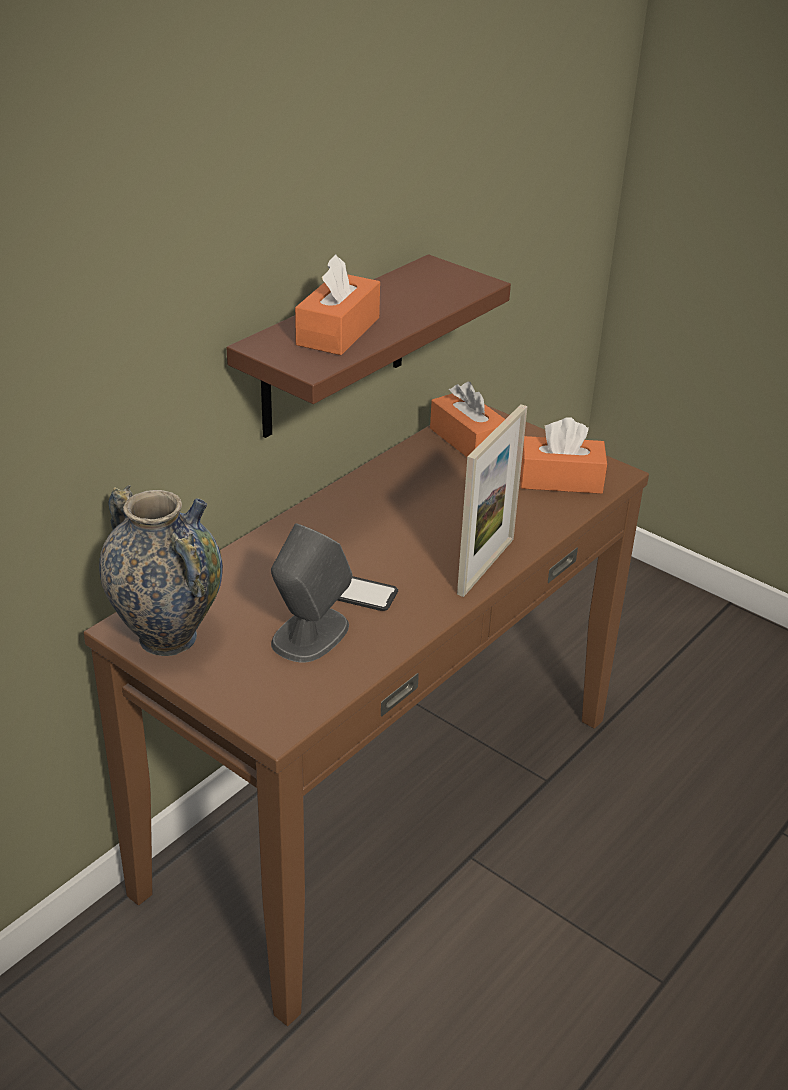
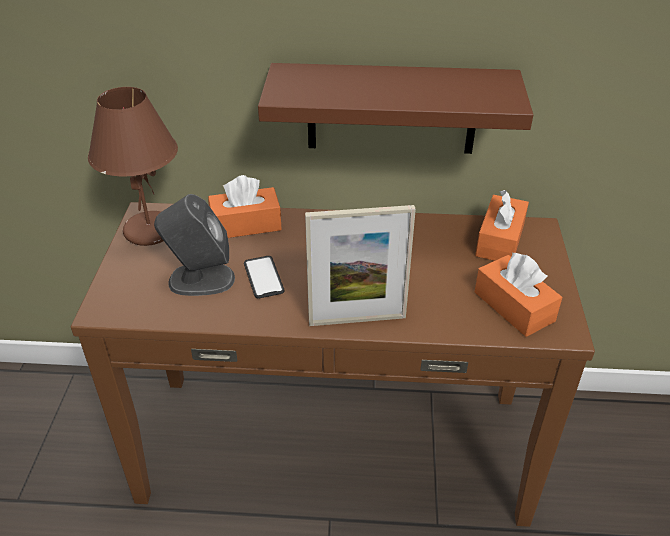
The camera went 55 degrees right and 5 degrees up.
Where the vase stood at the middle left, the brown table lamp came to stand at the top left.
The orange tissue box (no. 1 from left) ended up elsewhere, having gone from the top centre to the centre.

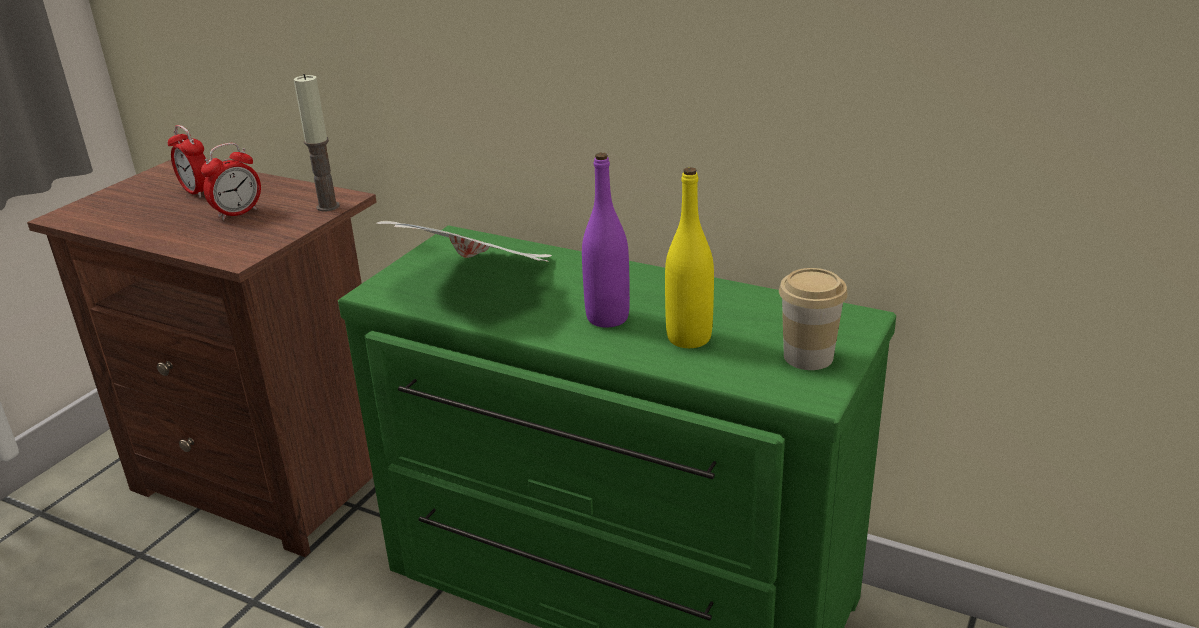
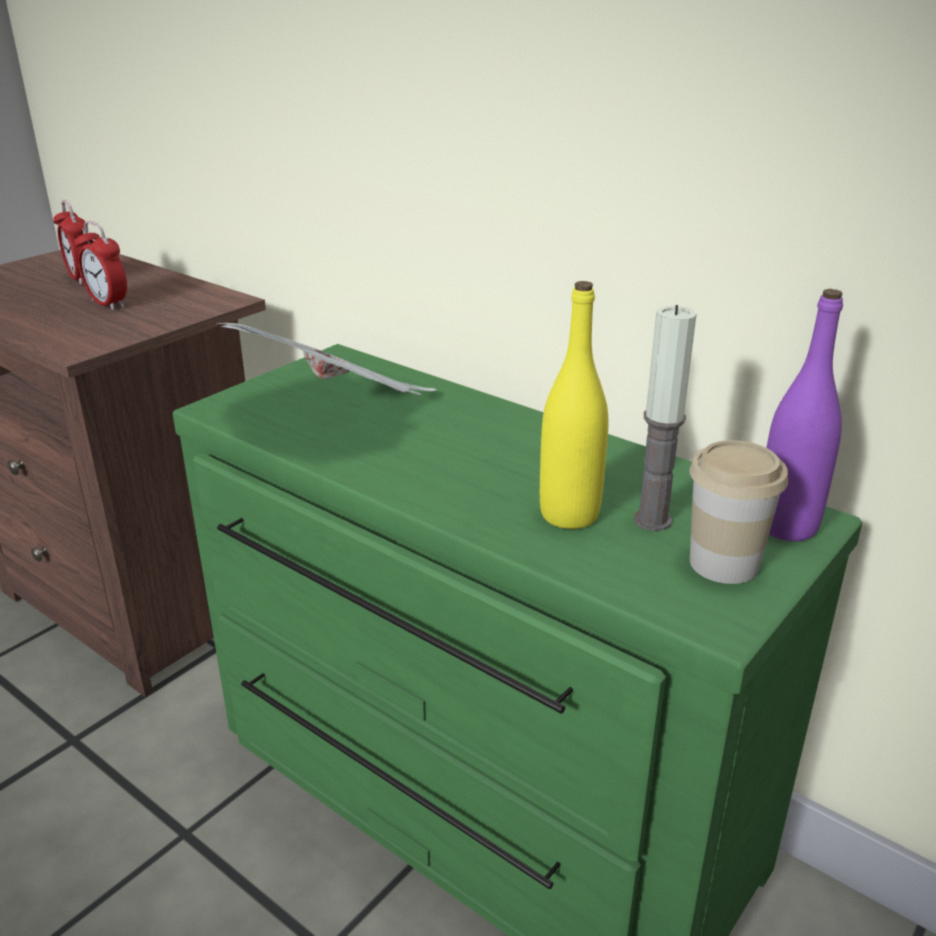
The camera went 10 degrees right and 0 degrees up.
The alarm clock (no. 2 from left) at the top left ended up facing another way, 75 degrees clockwise from before.
The candle ended up elsewhere, having gone from the top left to the middle right.
The purple bottle ended up elsewhere, having gone from the centre to the middle right.

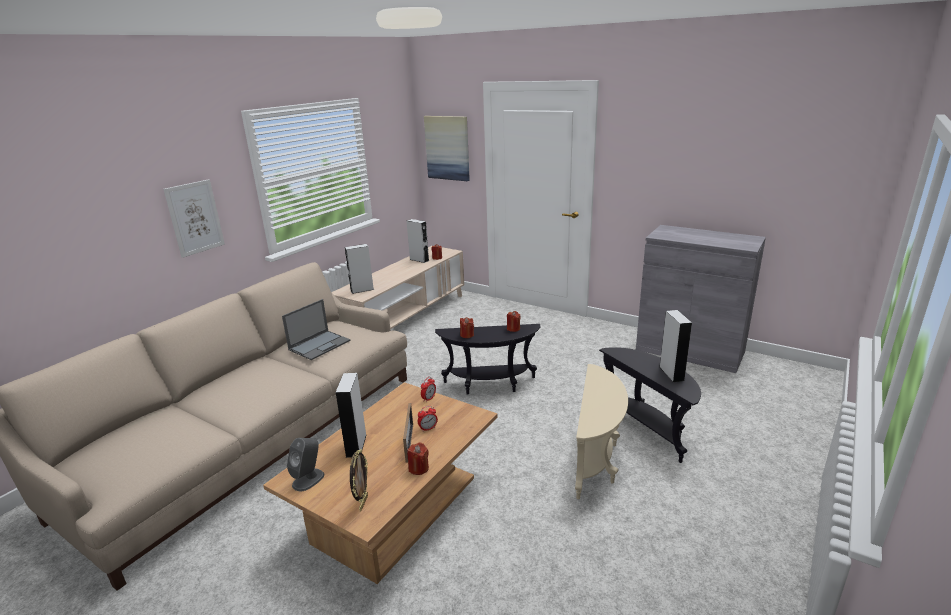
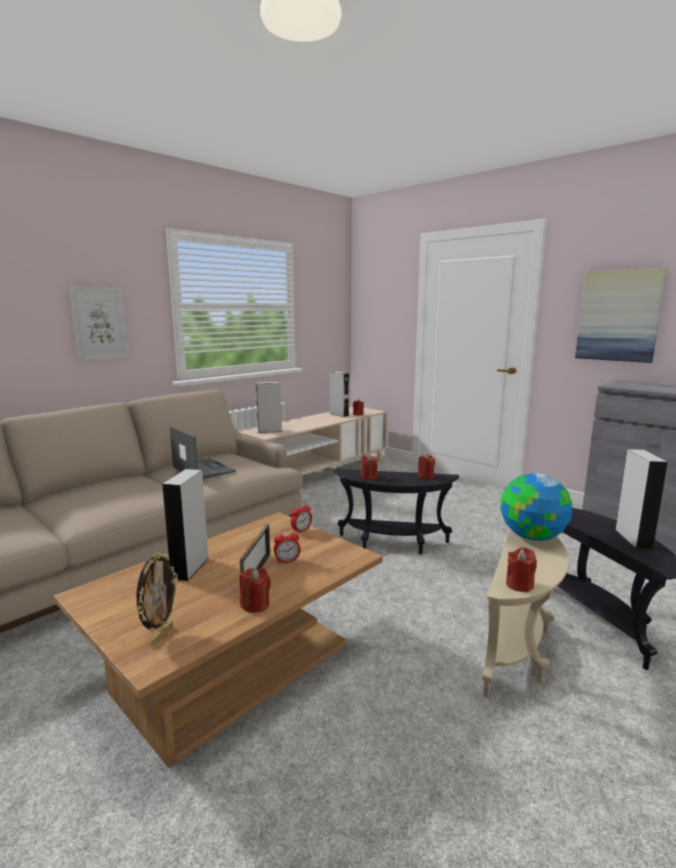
The camera went 10 degrees right and 10 degrees down.
The laptop at the middle left ended up facing another way, 90 degrees counterclockwise from before.
The second view gained the globe at the middle right.
The second view gained the red candle (no. 5 from left) at the middle right.
The picture (no. 2 from left) ended up elsewhere, having gone from the top centre to the middle right.
The second view lost the grey speaker (no. 1 from left) at the bottom left.

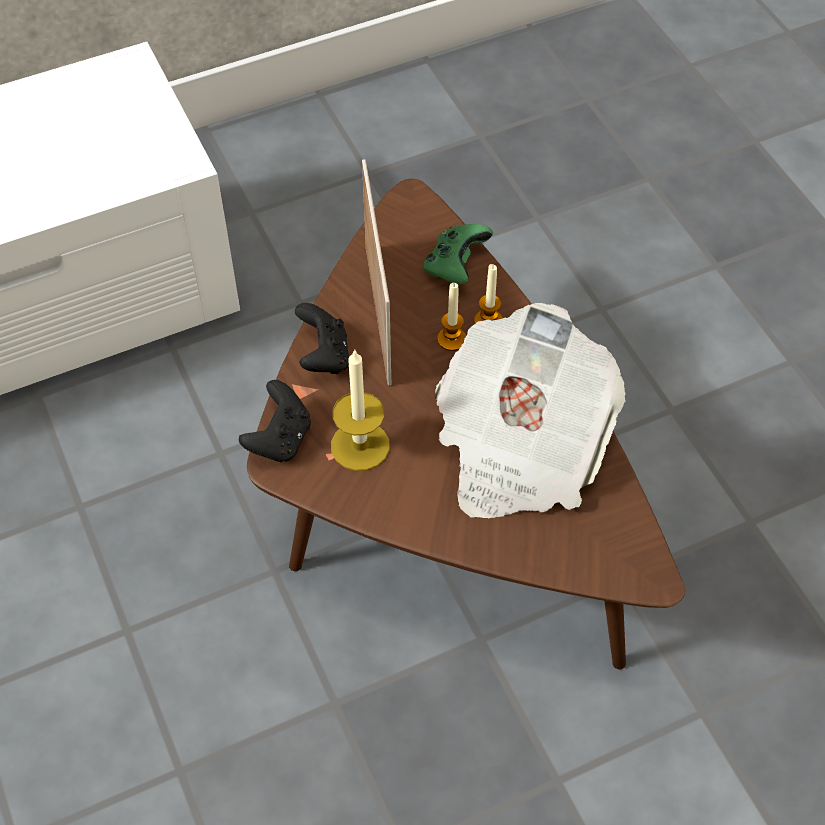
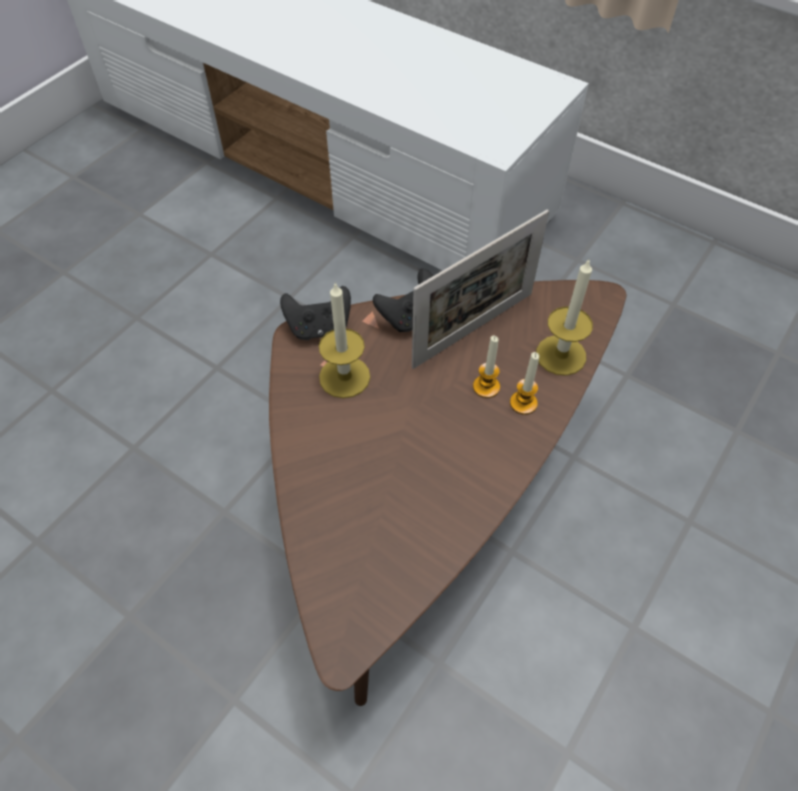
The camera went 60 degrees right and 0 degrees up.
Where the green game controller stood at the top centre, the candle (no. 4 from left) came to stand at the middle right.
The second view lost the newspaper at the centre.

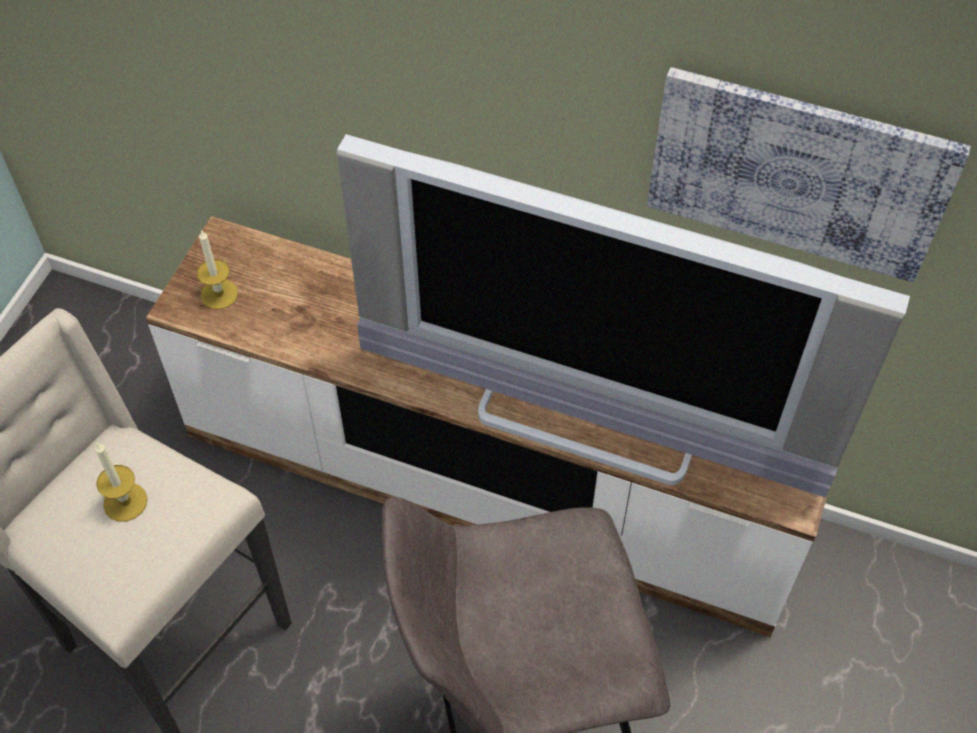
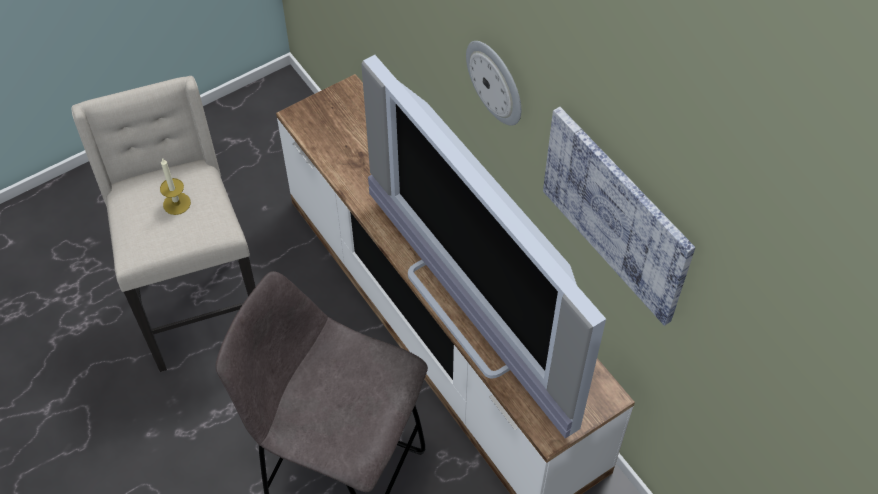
The camera went 35 degrees right and 0 degrees up.
The second view gained the wall clock at the top centre.
The second view lost the candle (no. 2 from left) at the middle left.

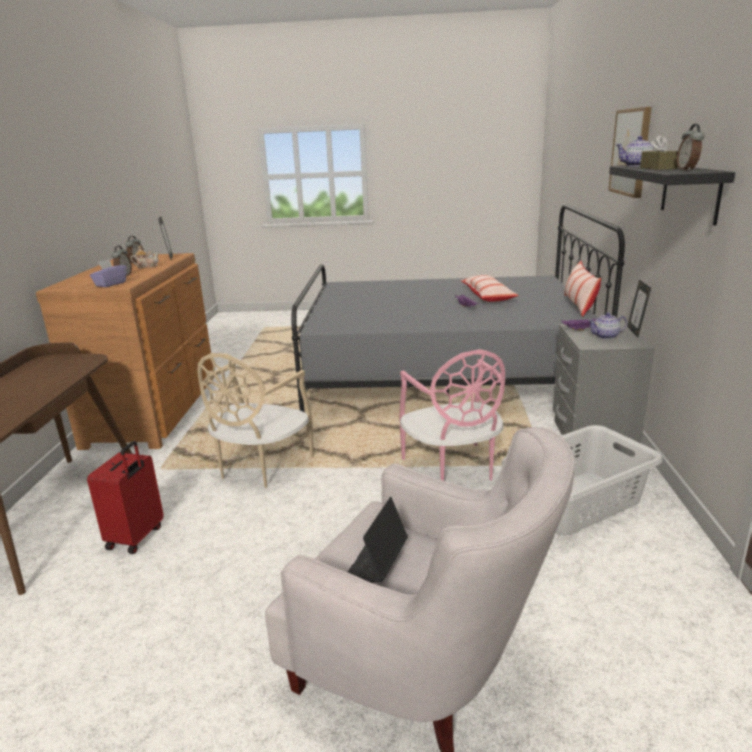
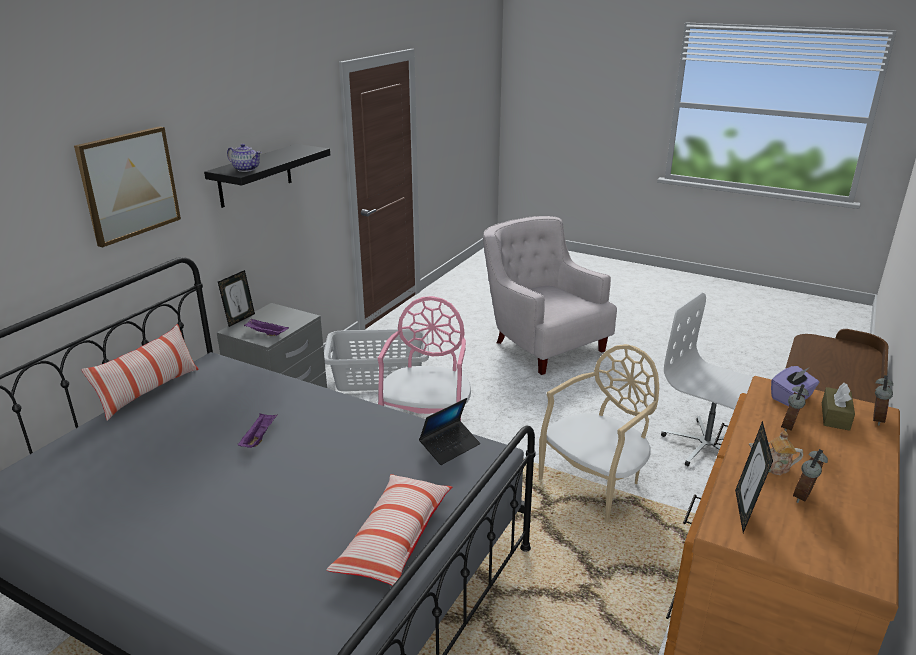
The camera went 155 degrees left and 5 degrees up.
The pillow (no. 1 from left in the first image) ended up elsewhere, having gone from the centre to the bottom centre.
The laptop ended up elsewhere, having gone from the bottom centre to the centre.
Where the red suitcase stood at the middle left, the white office chair came to stand at the middle right.
The brown tissue box ended up elsewhere, having gone from the top right to the middle right.
The alarm clock (no. 3 from left) ended up elsewhere, having gone from the top right to the middle right.
The second view lost the teapot (no. 2 from left) at the middle right.

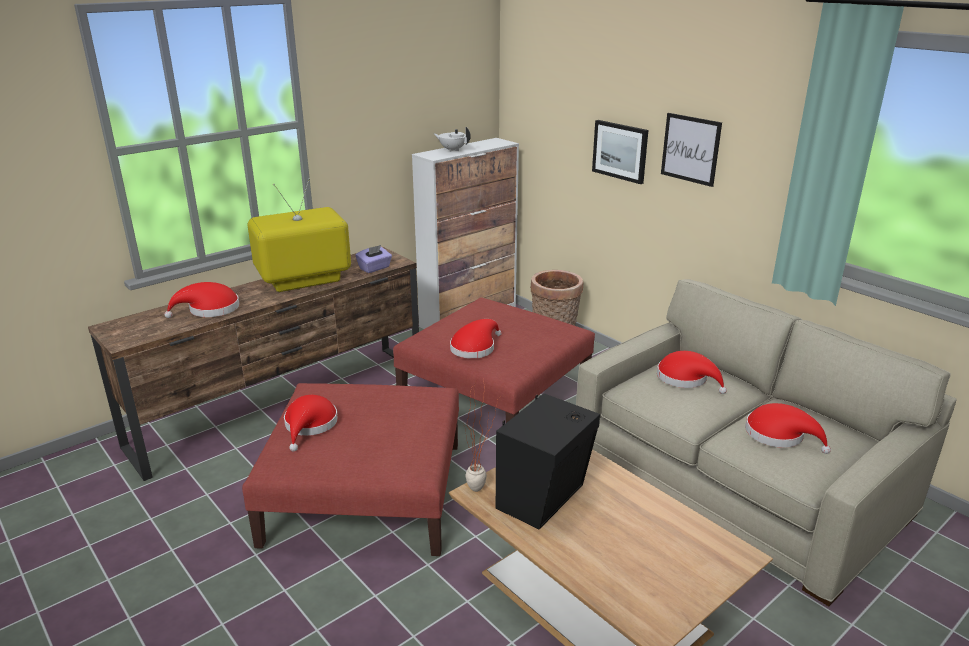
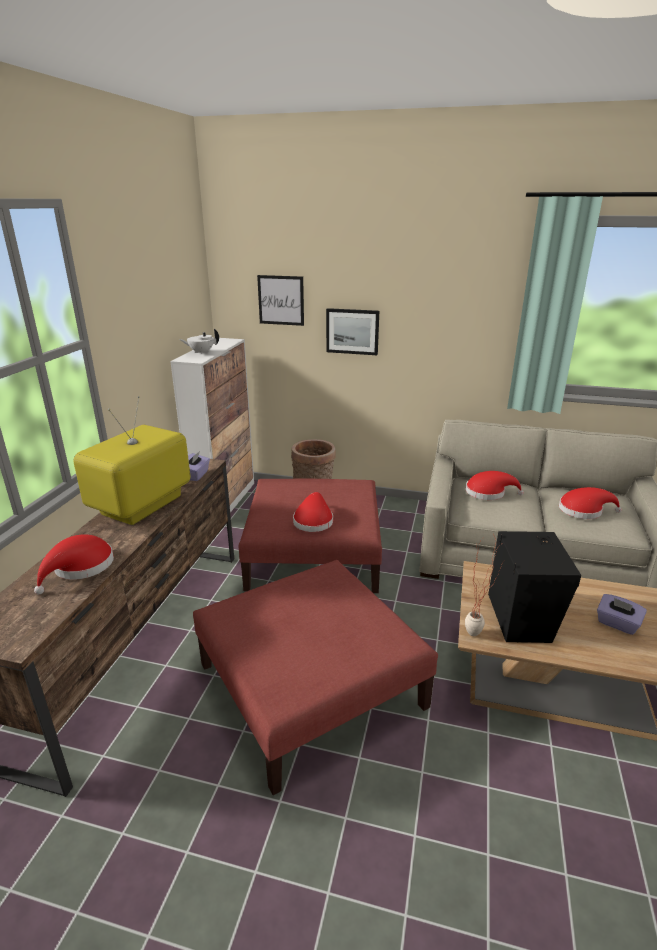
The camera went 35 degrees left and 0 degrees up.
The picture (no. 2 from left in the first image) ended up elsewhere, having gone from the top right to the top centre.
The second view gained the purple tissue box (no. 2 from left) at the middle right.
The second view lost the red hat (no. 2 from left) at the middle left.

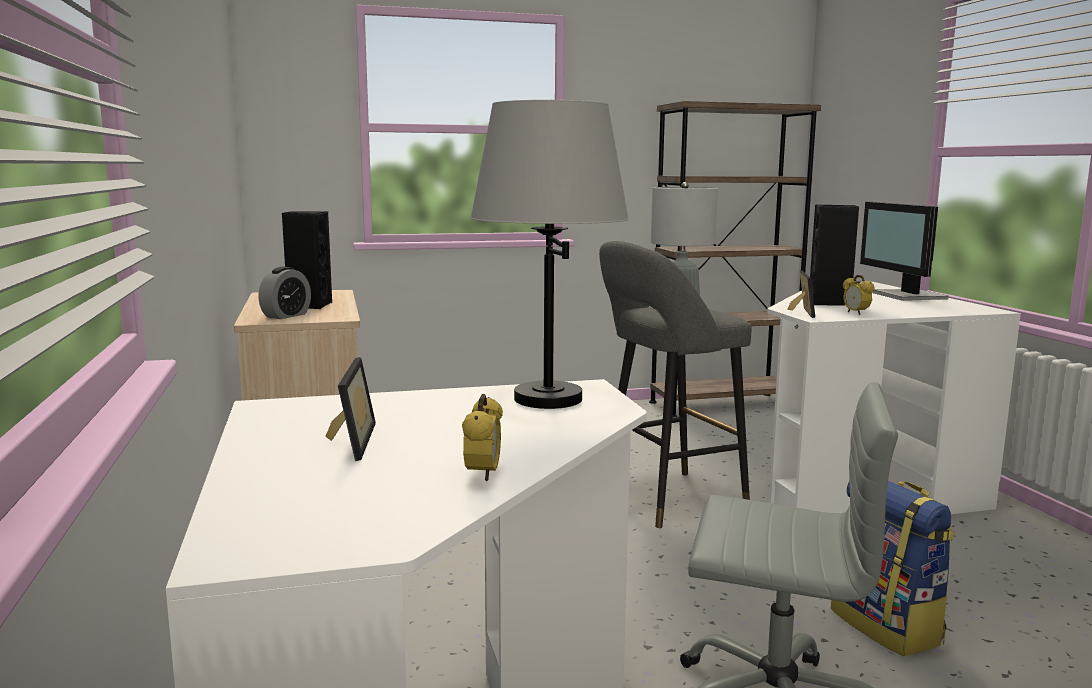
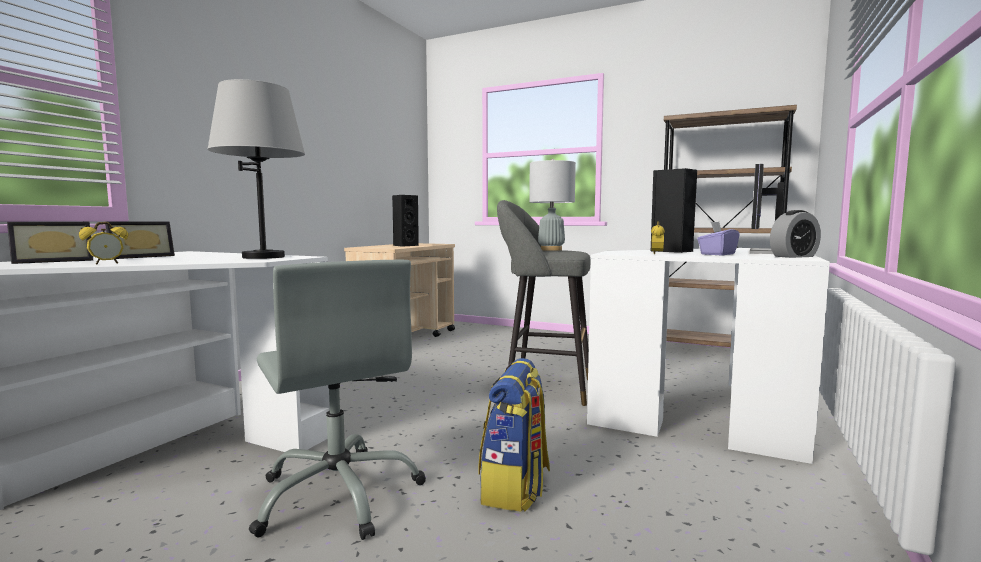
The camera went 40 degrees right and 5 degrees down.
The picture frame (no. 2 from left in the first image) ended up elsewhere, having gone from the middle right to the middle left.
The second view gained the purple tissue box at the middle right.
The alarm clock (no. 1 from left in the first image) ended up elsewhere, having gone from the middle left to the middle right.

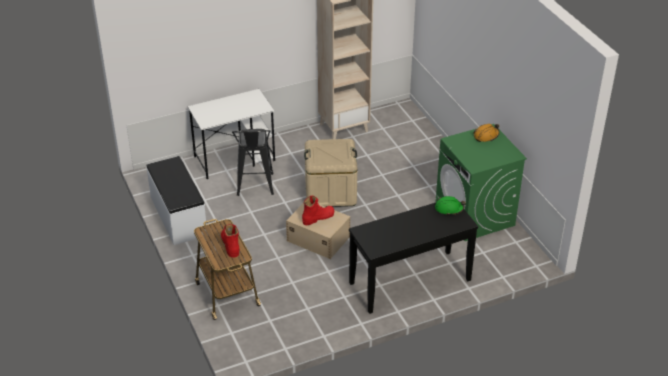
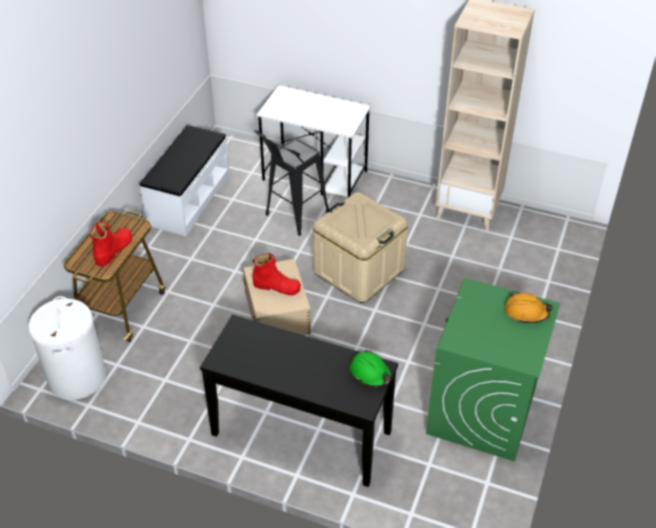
The camera went 45 degrees right and 5 degrees up.
The second view gained the white laundry basket at the middle left.

